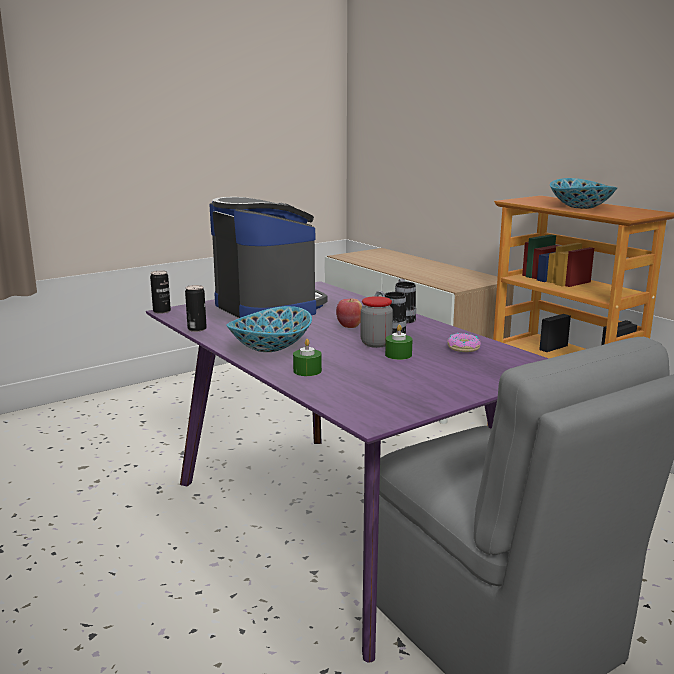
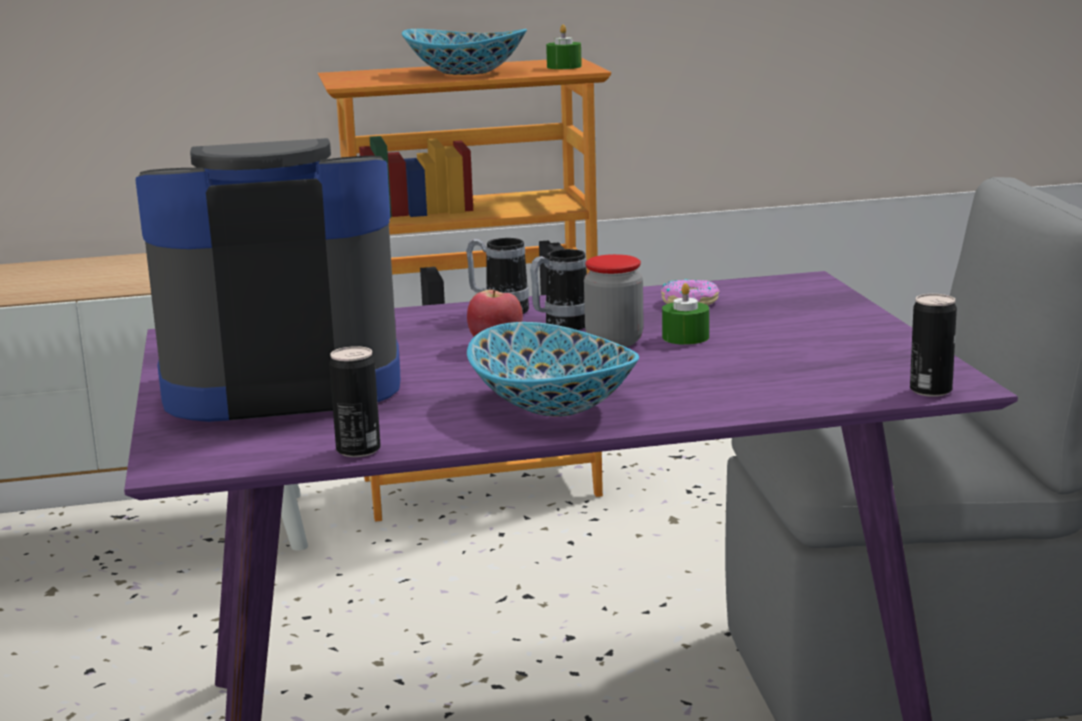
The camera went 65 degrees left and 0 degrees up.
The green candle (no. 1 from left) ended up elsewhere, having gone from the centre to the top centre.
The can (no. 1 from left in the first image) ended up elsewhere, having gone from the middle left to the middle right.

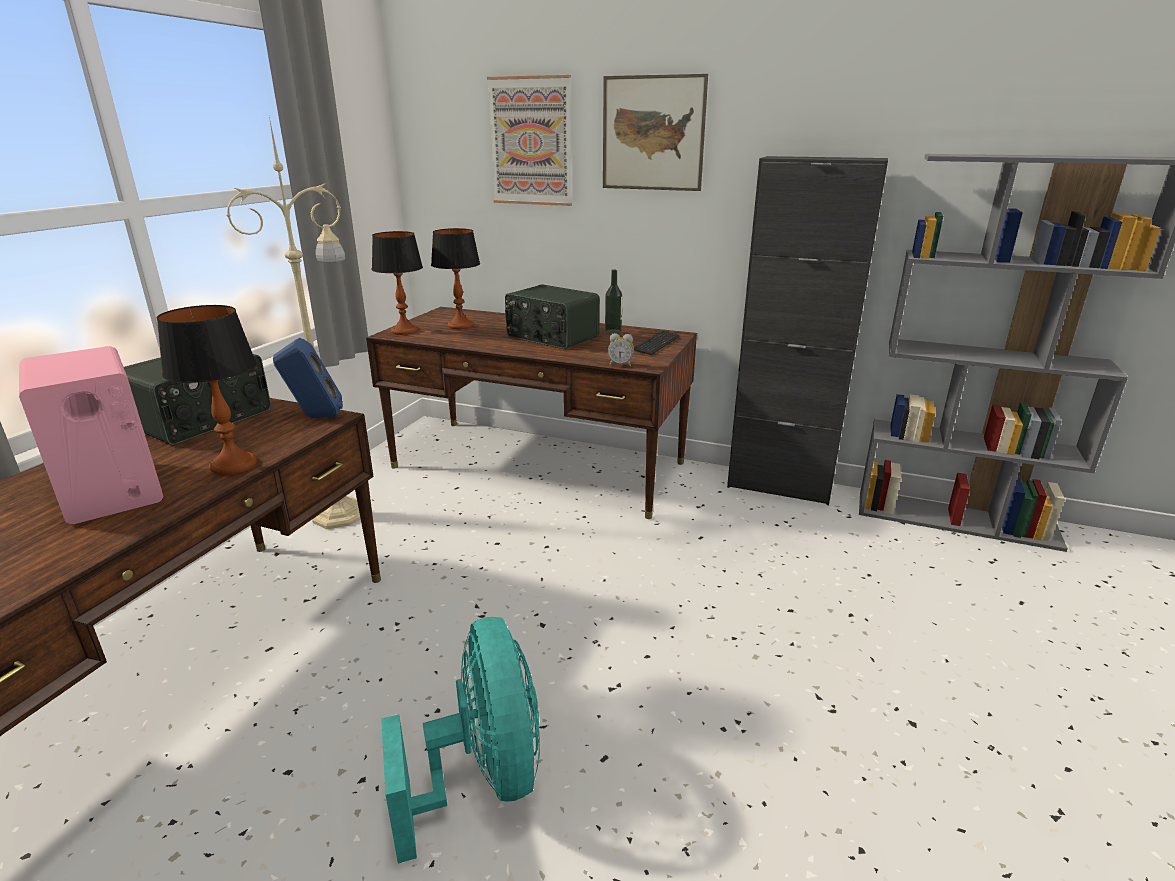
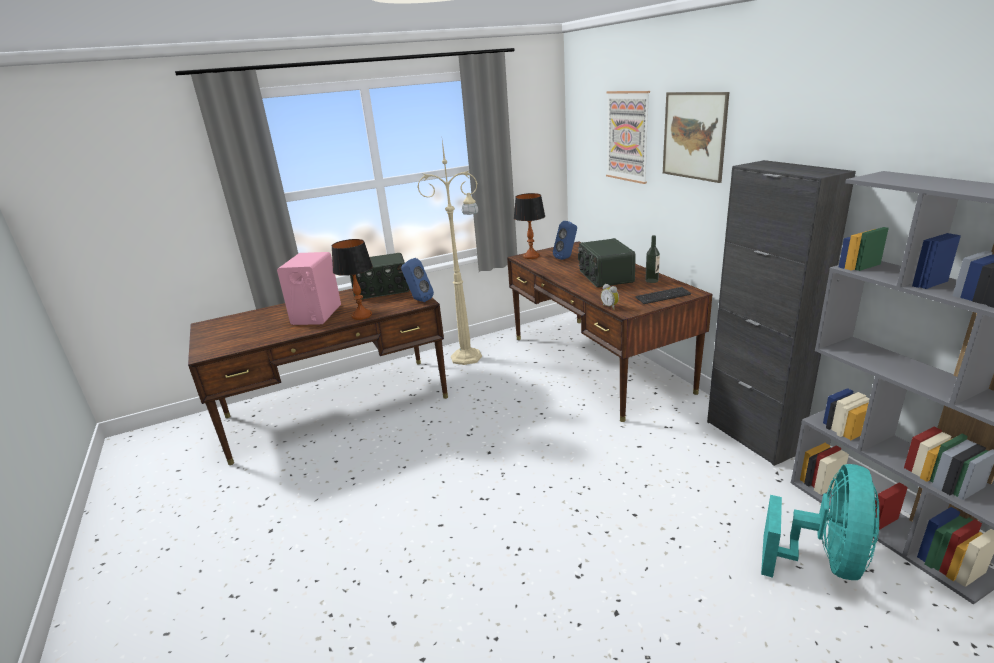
The camera went 45 degrees right and 0 degrees up.
Where the table lamp (no. 3 from left) stood at the top centre, the blue speaker (no. 2 from left) came to stand at the centre.
The turquoise fan ended up elsewhere, having gone from the bottom centre to the bottom right.

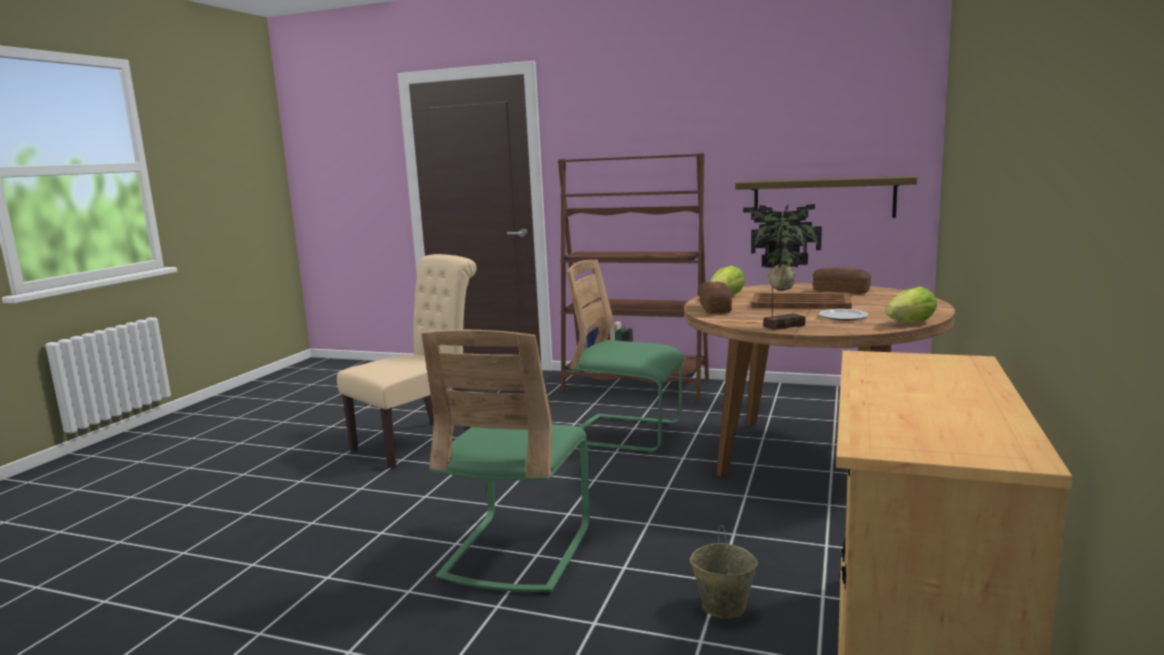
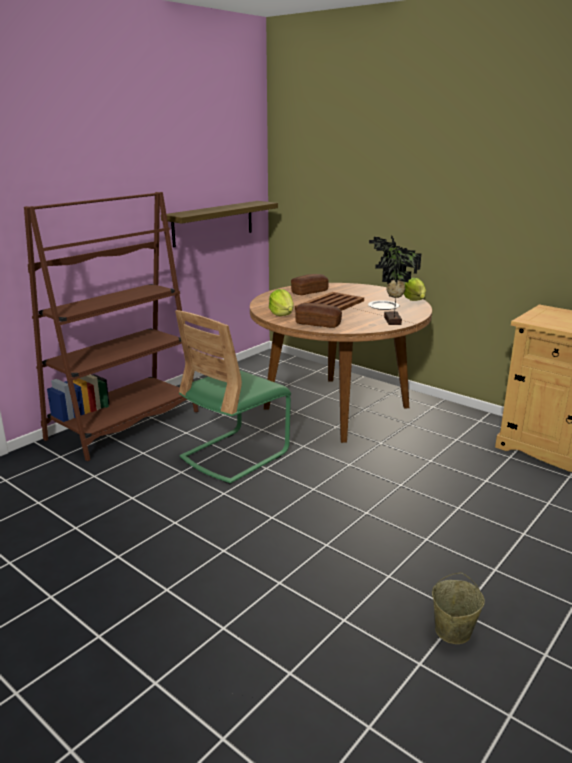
The camera went 70 degrees left and 10 degrees up.
The beige bucket ended up elsewhere, having gone from the bottom centre to the bottom right.
The second view lost the beige chair at the centre.
The second view lost the green chair (no. 1 from left) at the bottom centre.

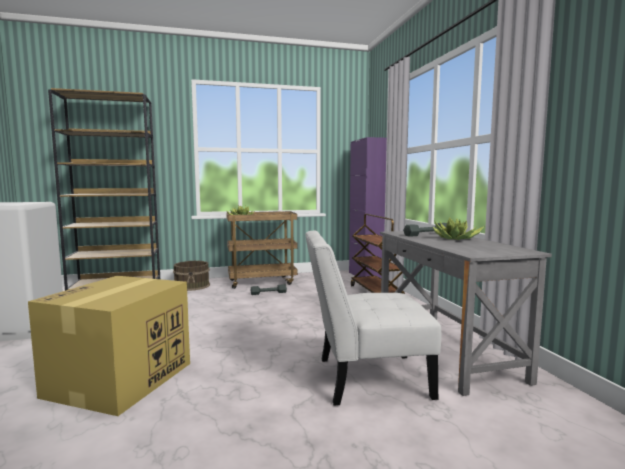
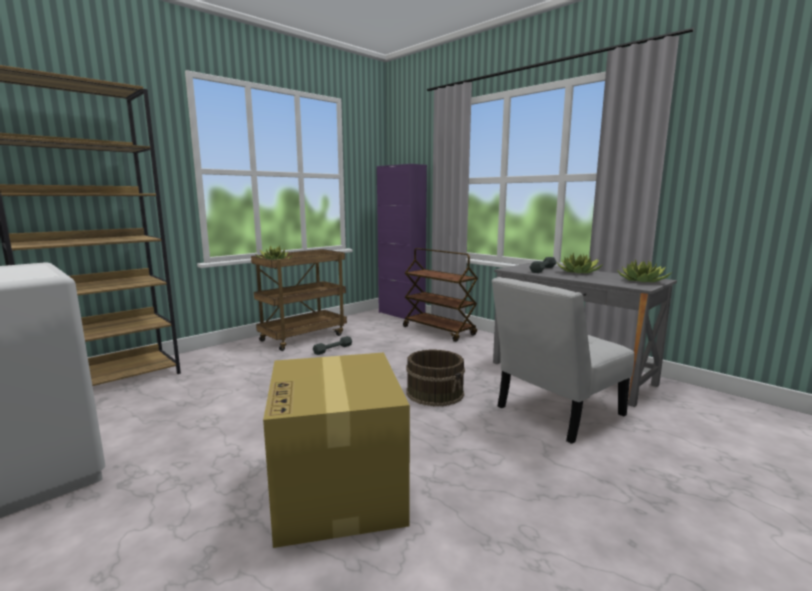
The camera went 30 degrees left and 5 degrees up.
The brown bucket ended up elsewhere, having gone from the middle left to the centre.
The second view gained the potted plant (no. 3 from left) at the middle right.

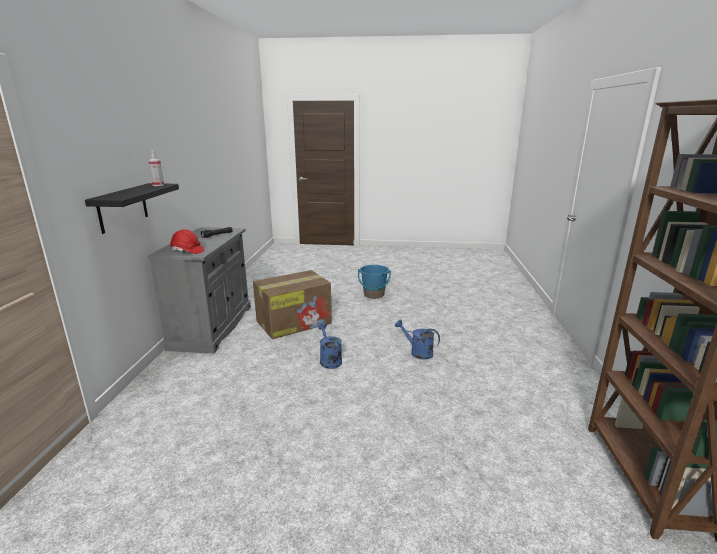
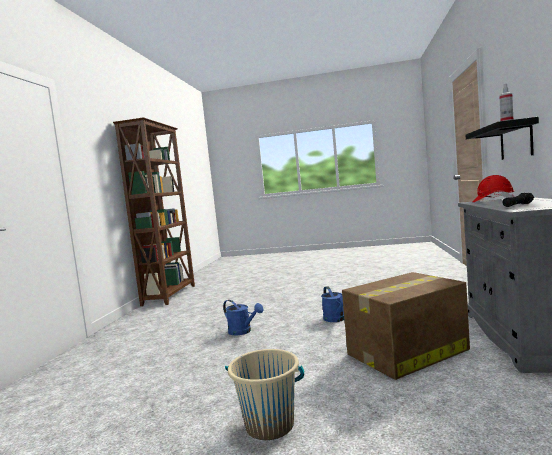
The camera went 175 degrees left and 15 degrees down.
What was the blue bucket at the centre turned into the beige bucket at the bottom centre.

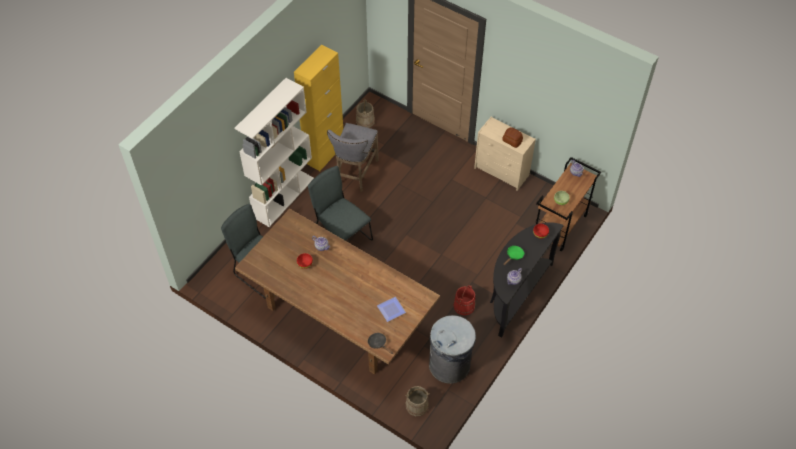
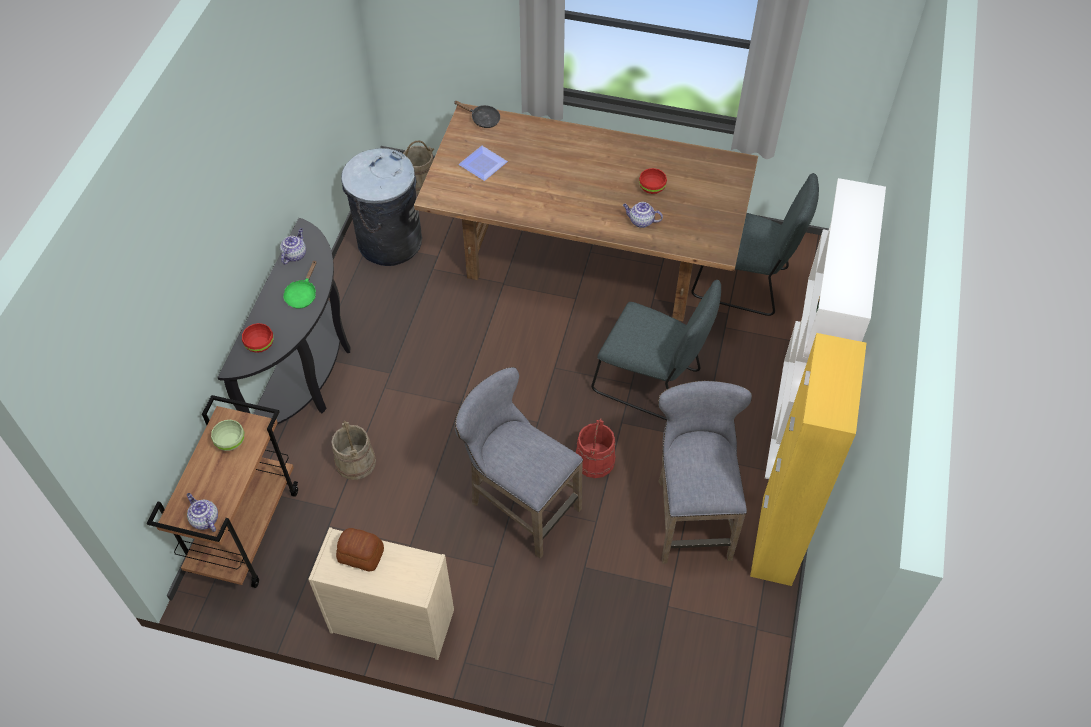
The camera went 160 degrees right and 0 degrees up.
The beige bucket (no. 1 from left) ended up elsewhere, having gone from the top centre to the middle left.
The second view gained the grey stool (no. 1 from left) at the centre.
The red bucket ended up elsewhere, having gone from the bottom centre to the centre.

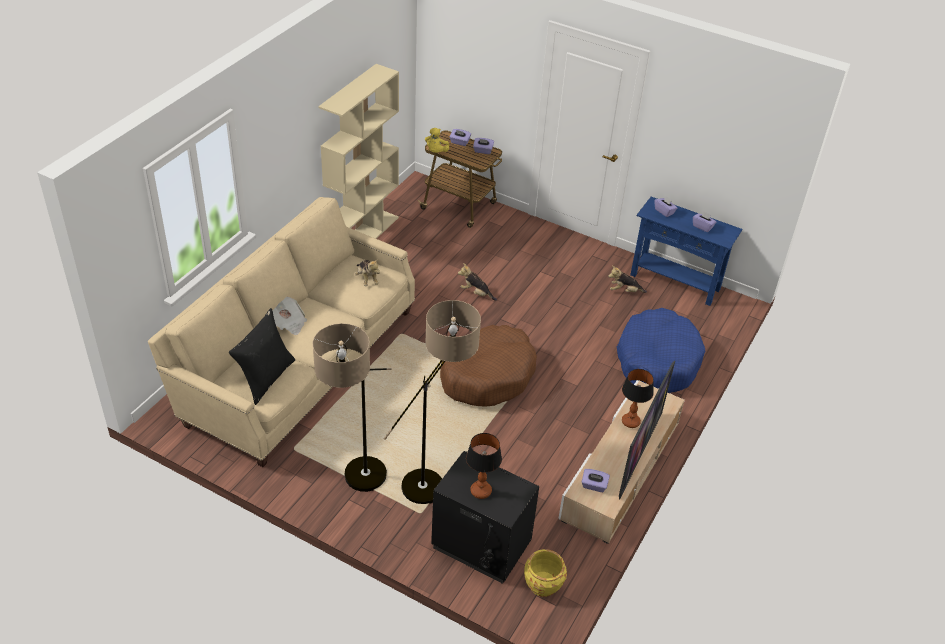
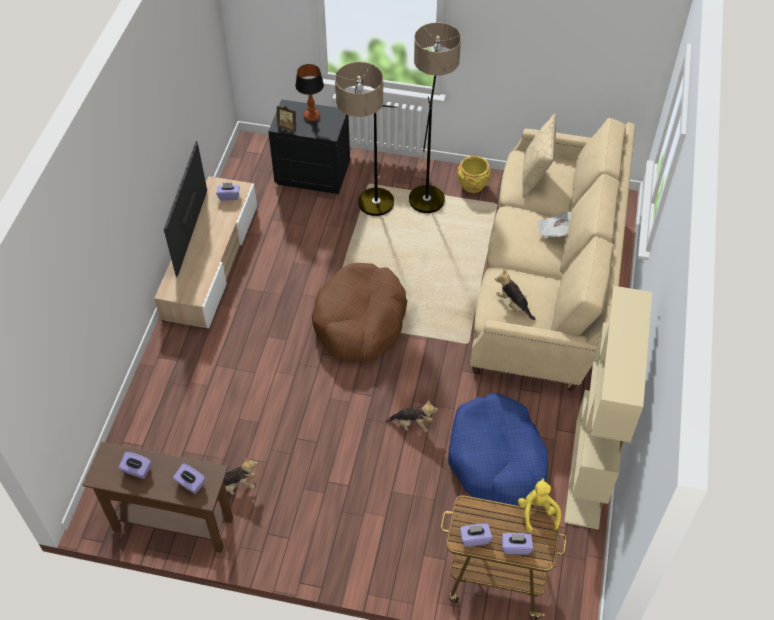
The camera went 165 degrees right and 10 degrees up.
What was the blue console table at the middle right turned into the brown console table at the bottom left.
The second view gained the picture frame at the top centre.
The blue dog bed ended up elsewhere, having gone from the middle right to the bottom centre.
The yellow planter ended up elsewhere, having gone from the bottom centre to the top centre.
What was the black pillow at the middle left turned into the beige pillow at the top right.
The second view lost the table lamp (no. 2 from left) at the middle right.

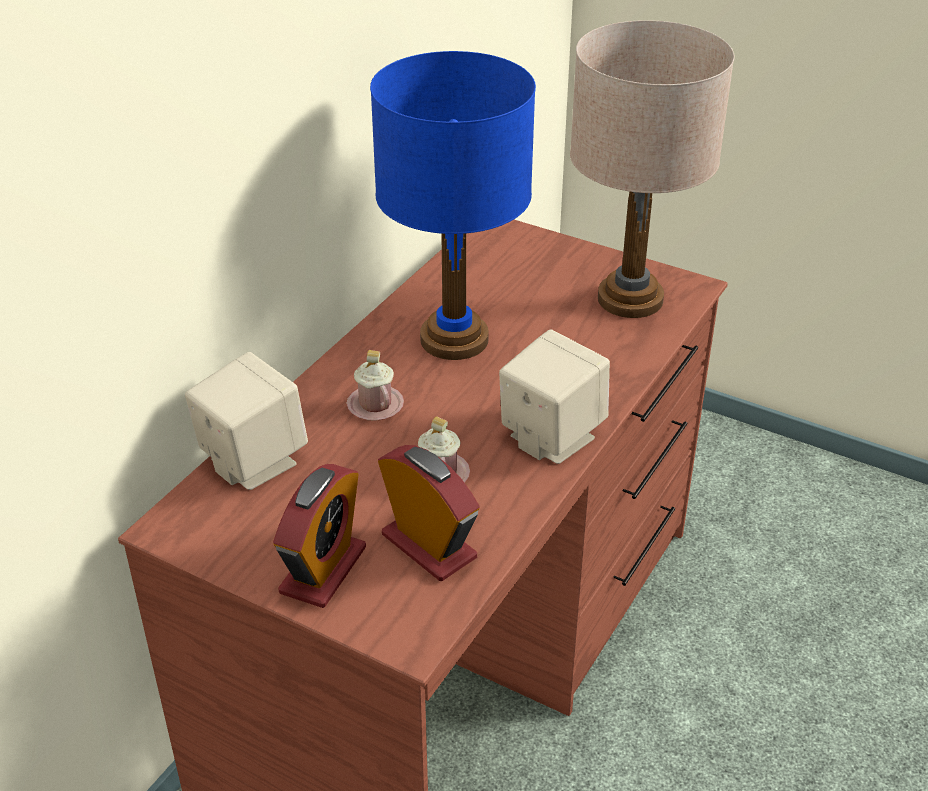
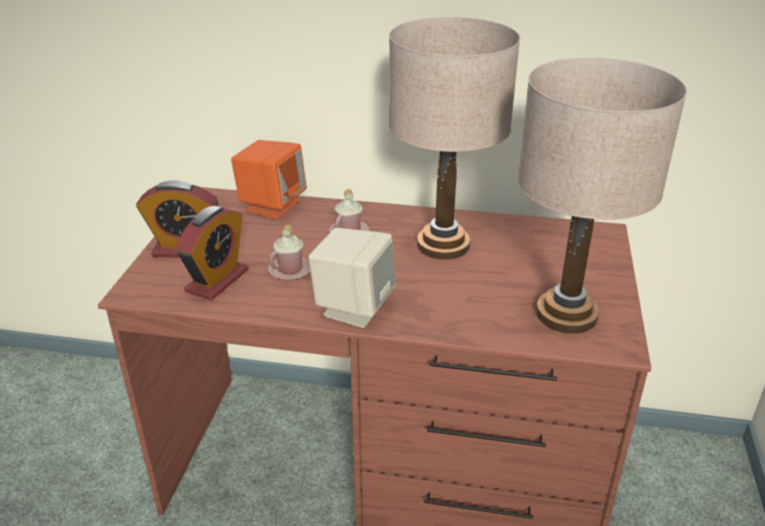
The camera went 70 degrees right and 5 degrees down.
What was the beige speaker (no. 1 from left) at the middle left turned into the orange speaker at the centre.
What was the blue table lamp at the top centre turned into the beige table lamp (no. 1 from left) at the top centre.

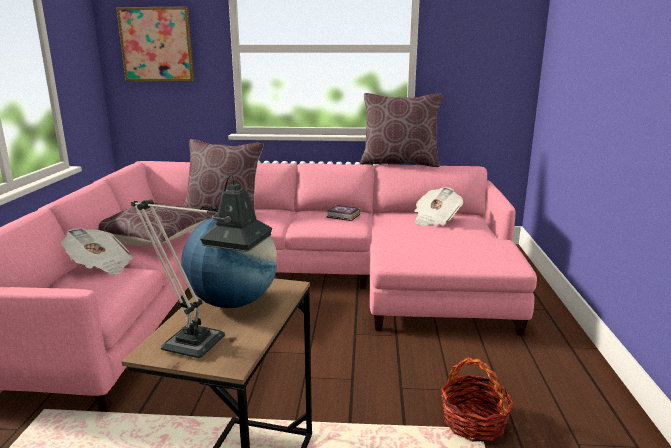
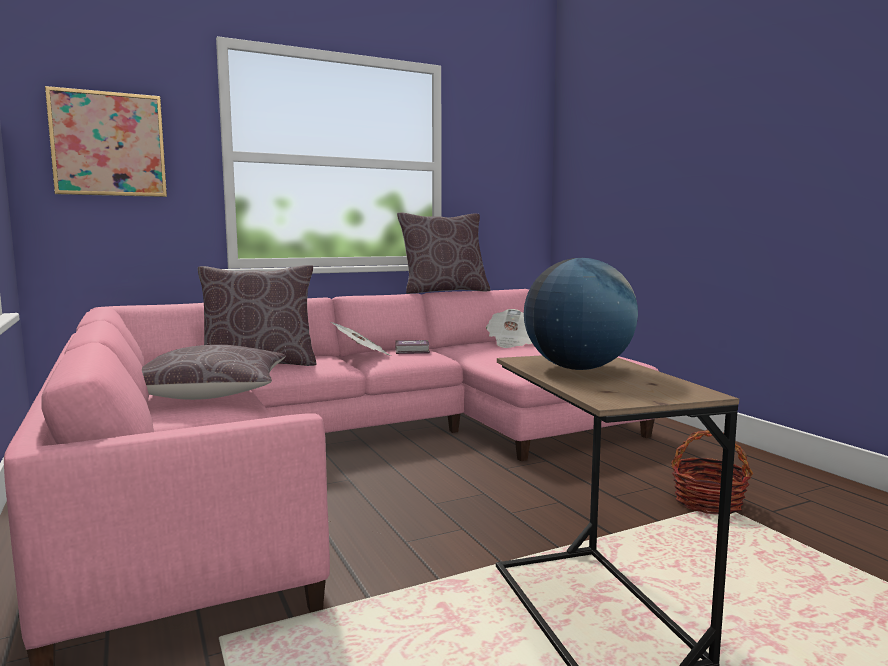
The camera went 30 degrees left and 10 degrees down.
The newspaper (no. 1 from left) ended up elsewhere, having gone from the middle left to the centre.
The second view lost the table lamp at the middle left.

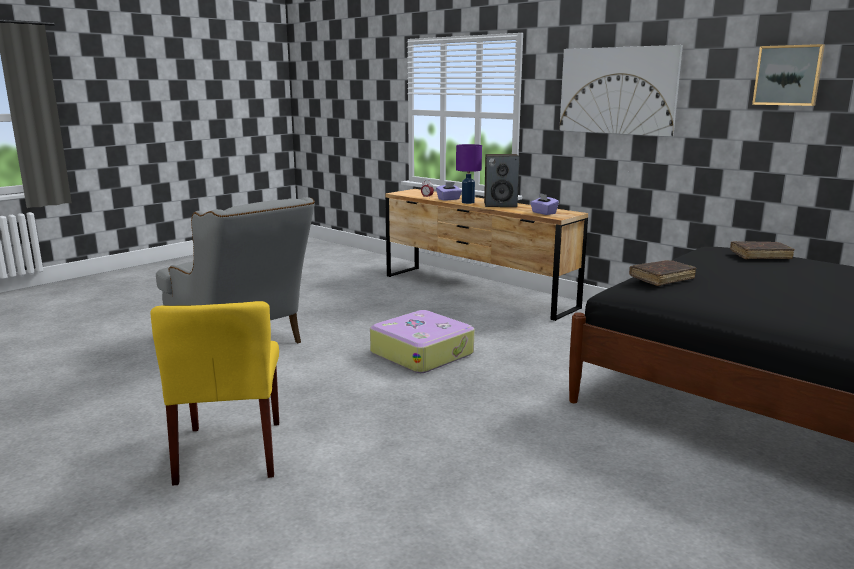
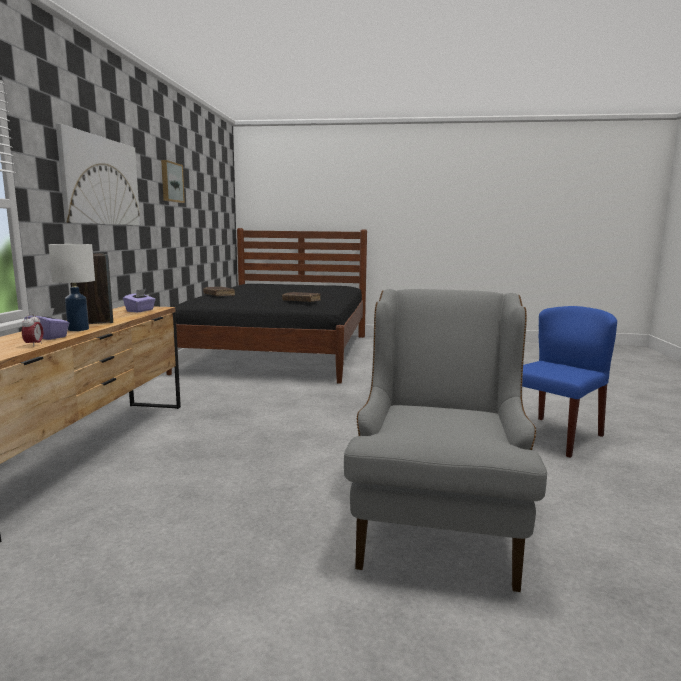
The camera went 125 degrees left and 5 degrees down.
What was the purple table lamp at the top centre turned into the white table lamp at the middle left.
What was the yellow chair at the bottom left turned into the blue chair at the middle right.
The second view lost the suitcase at the centre.

